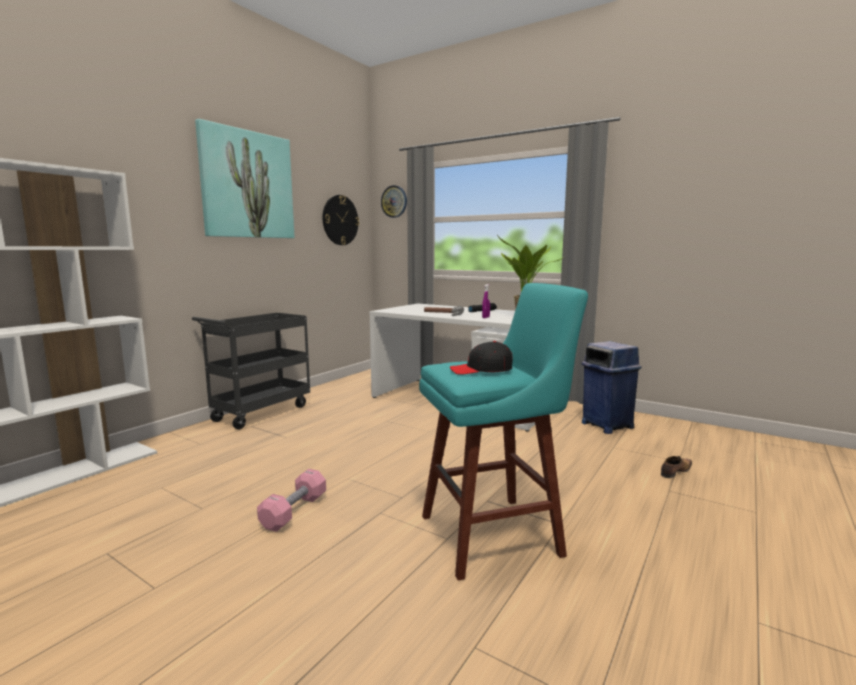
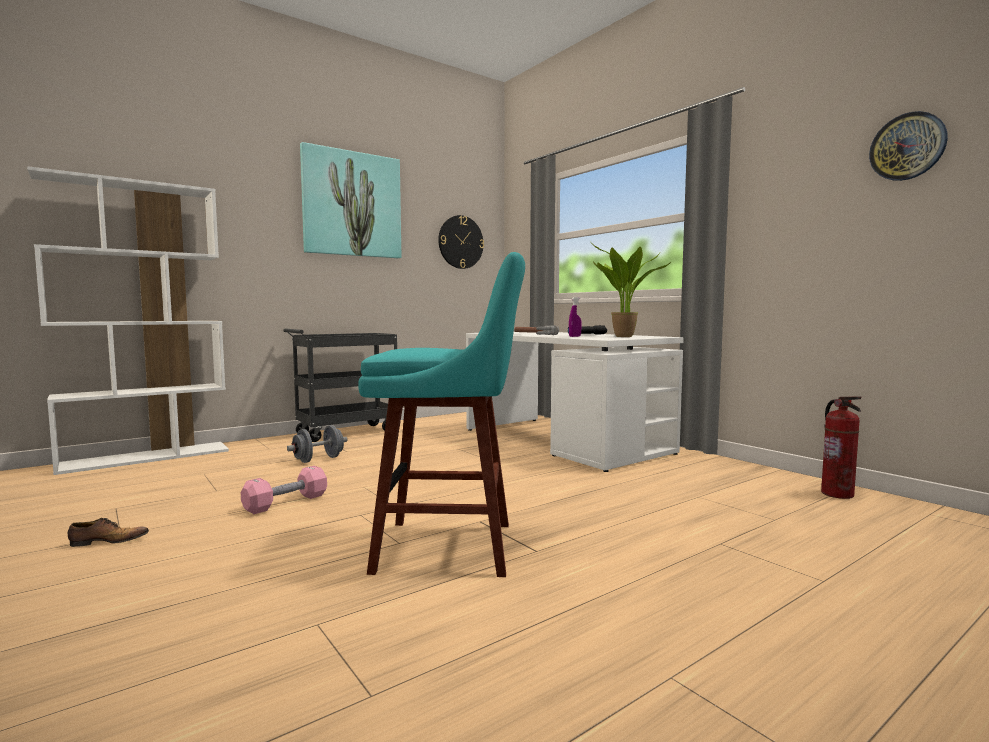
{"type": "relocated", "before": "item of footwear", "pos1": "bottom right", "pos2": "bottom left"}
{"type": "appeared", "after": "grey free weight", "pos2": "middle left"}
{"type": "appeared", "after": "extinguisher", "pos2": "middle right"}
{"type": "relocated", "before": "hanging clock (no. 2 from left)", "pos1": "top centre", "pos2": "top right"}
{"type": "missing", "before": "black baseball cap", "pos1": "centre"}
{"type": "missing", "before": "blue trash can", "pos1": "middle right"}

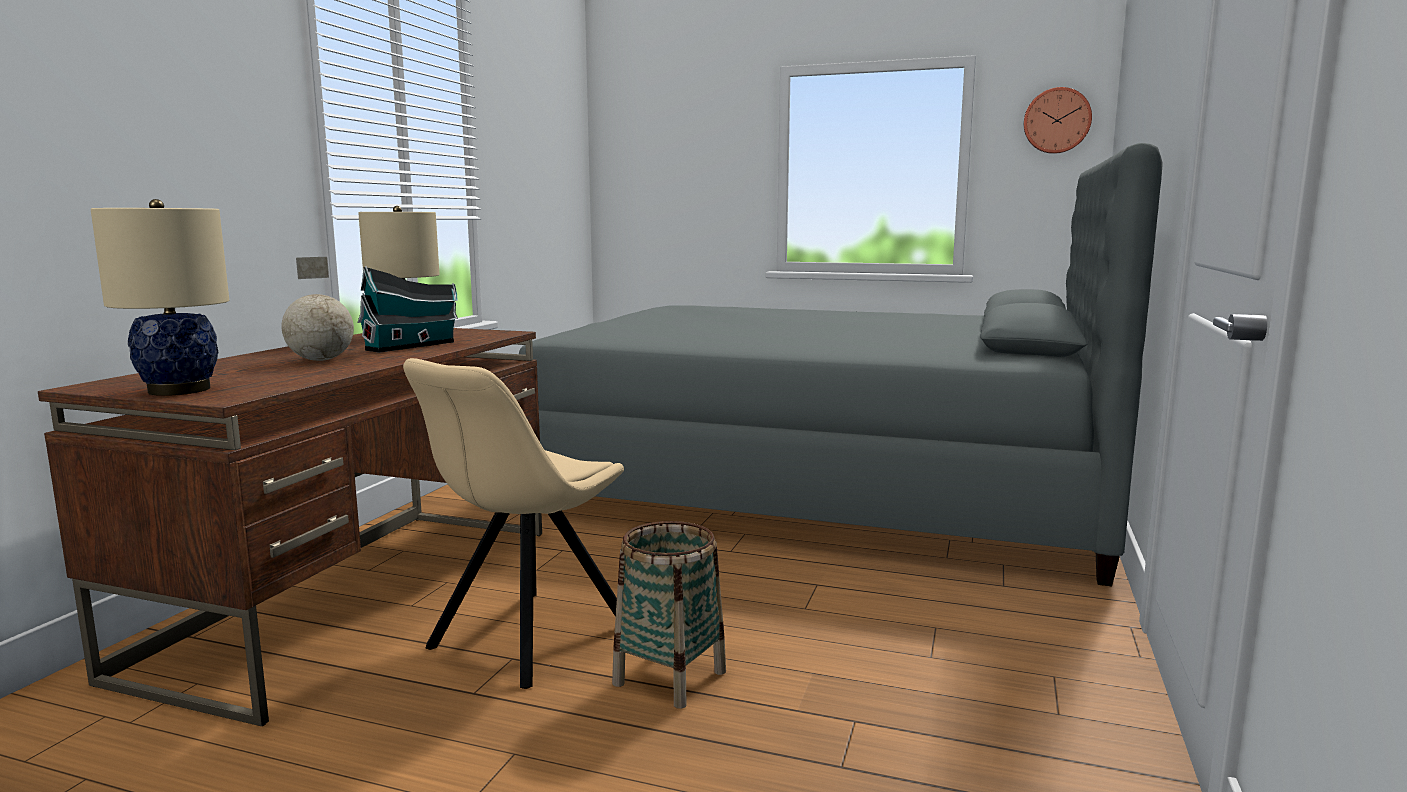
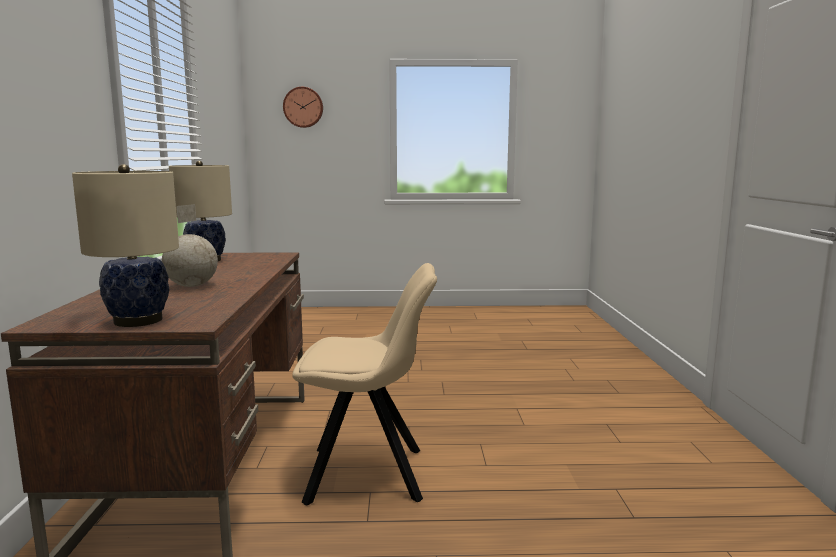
{"type": "relocated", "before": "hanging clock", "pos1": "top right", "pos2": "top centre"}
{"type": "spun", "before": "sand-coloured upright chair", "pos1": "centre", "pos2": "bottom centre", "turn": -105}
{"type": "missing", "before": "miniature house", "pos1": "middle left"}
{"type": "missing", "before": "grey sleeping bed", "pos1": "centre"}
{"type": "missing", "before": "basket", "pos1": "bottom centre"}

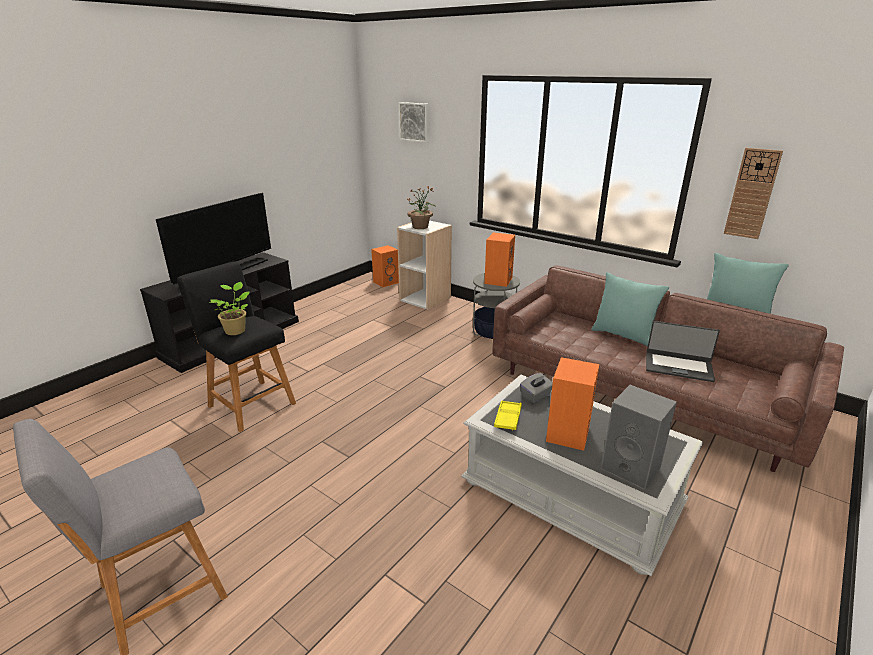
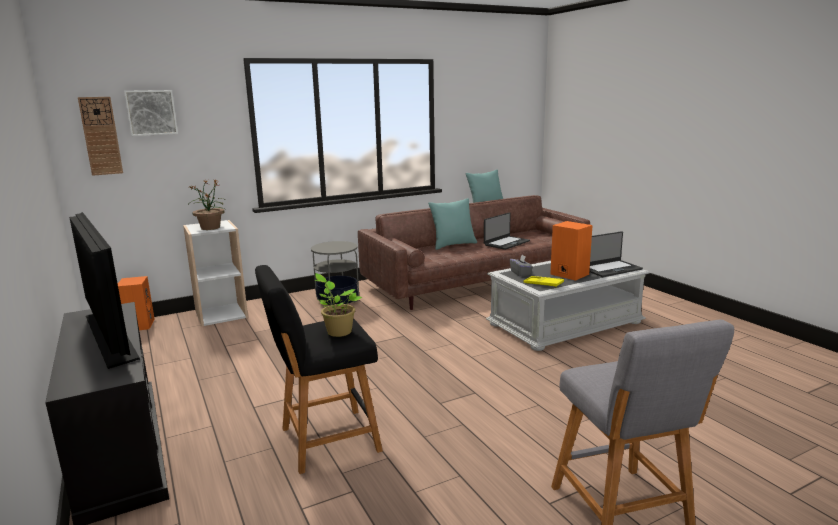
{"type": "relocated", "before": "hanging clock", "pos1": "top right", "pos2": "top left"}
{"type": "exchanged", "before": "grey loudspeaker", "after": "portable computer (no. 2 from left)", "pos1": "bottom right", "pos2": "middle right"}
{"type": "missing", "before": "orangey loudspeaker (no. 2 from left)", "pos1": "centre"}

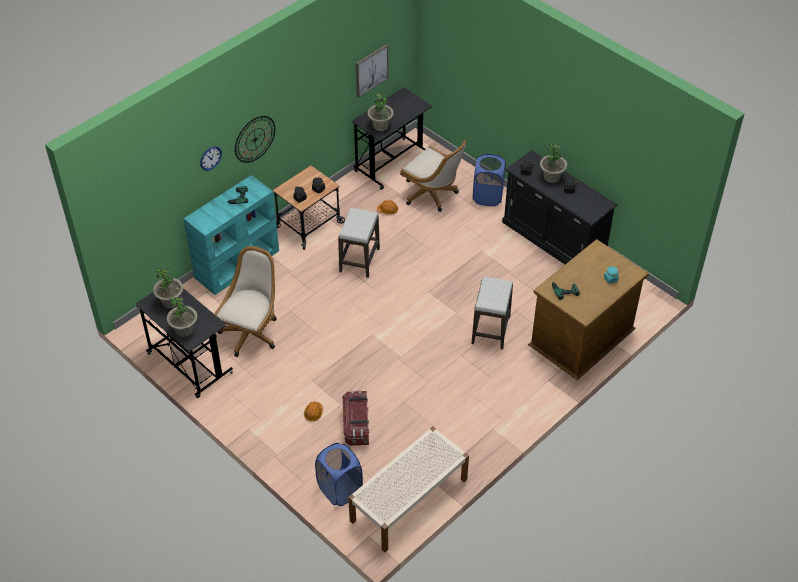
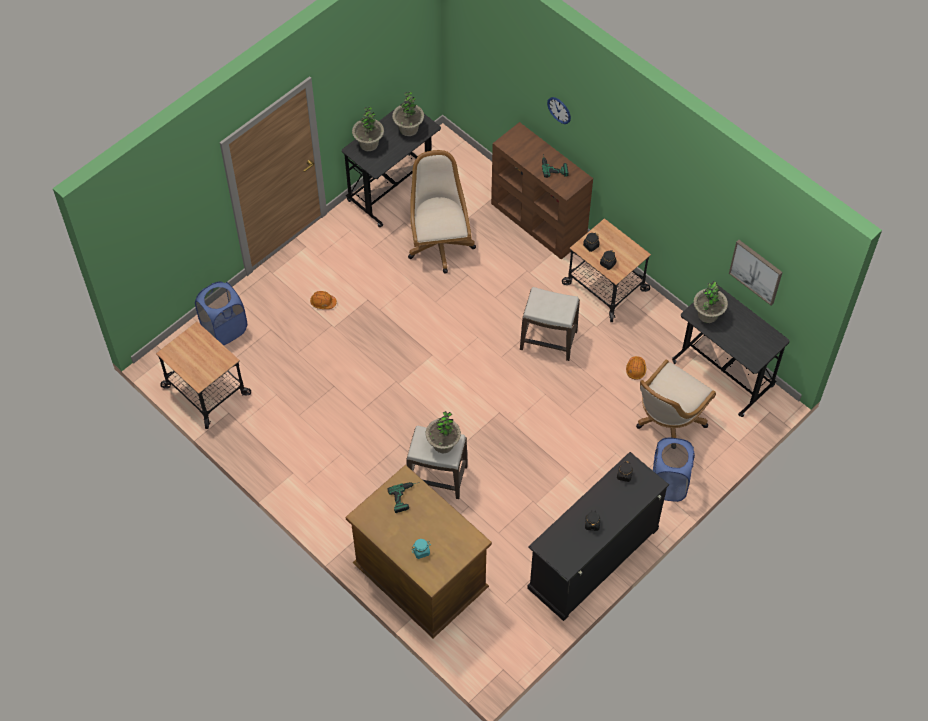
{"type": "exchanged", "before": "sand-coloured long seat", "after": "wheeled cart (no. 1 from left)", "pos1": "bottom centre", "pos2": "middle left"}
{"type": "spun", "before": "computer chair (no. 1 from left)", "pos1": "middle left", "pos2": "top centre", "turn": -120}
{"type": "relocated", "before": "houseplant (no. 4 from left in the first image)", "after": "houseplant (no. 3 from left)", "pos1": "top right", "pos2": "centre"}
{"type": "colour", "before": "turquoise-coloured bookcase", "after": "brownish bookcase", "pos1": "middle left", "pos2": "top centre"}
{"type": "missing", "before": "hanging clock (no. 2 from left)", "pos1": "top left"}
{"type": "missing", "before": "storage box", "pos1": "bottom centre"}

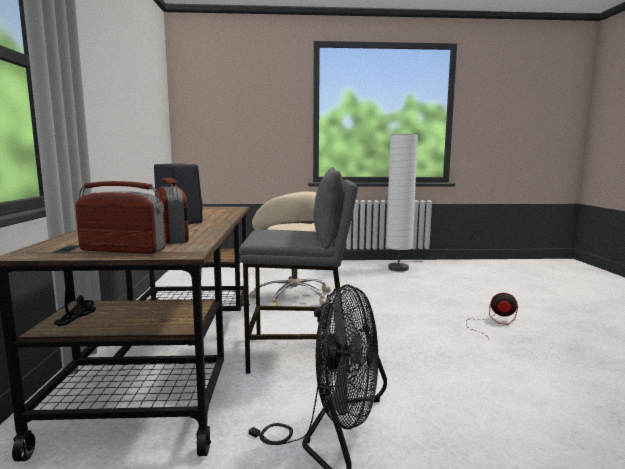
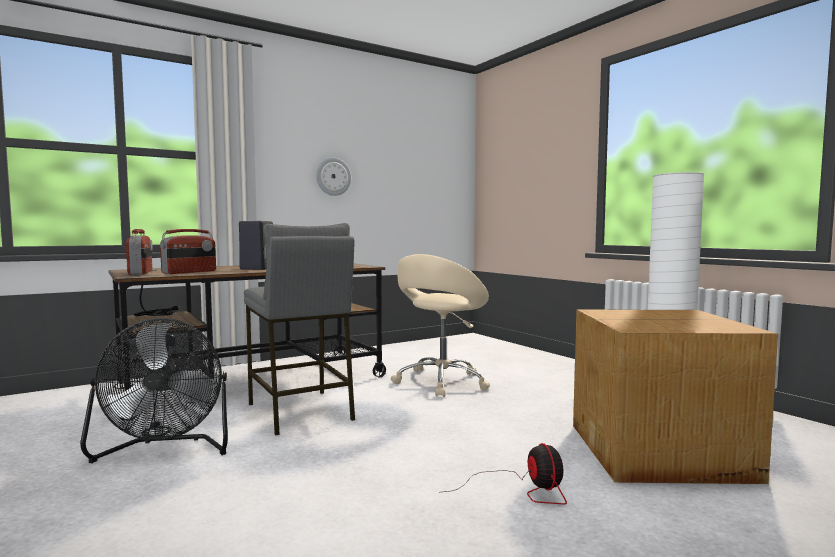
{"type": "appeared", "after": "hanging clock", "pos2": "top centre"}
{"type": "appeared", "after": "packing box", "pos2": "bottom right"}

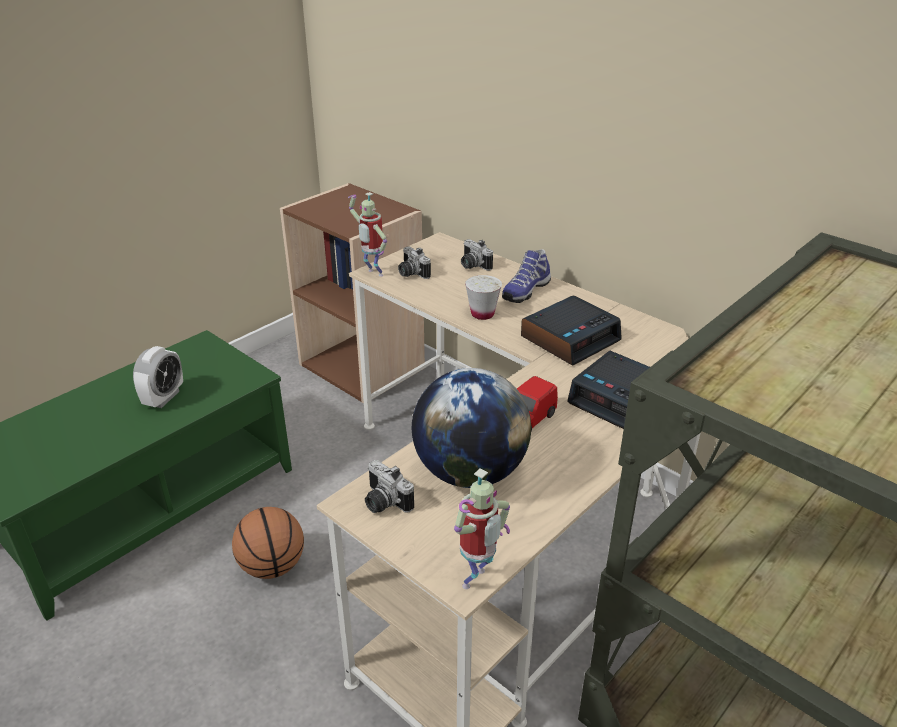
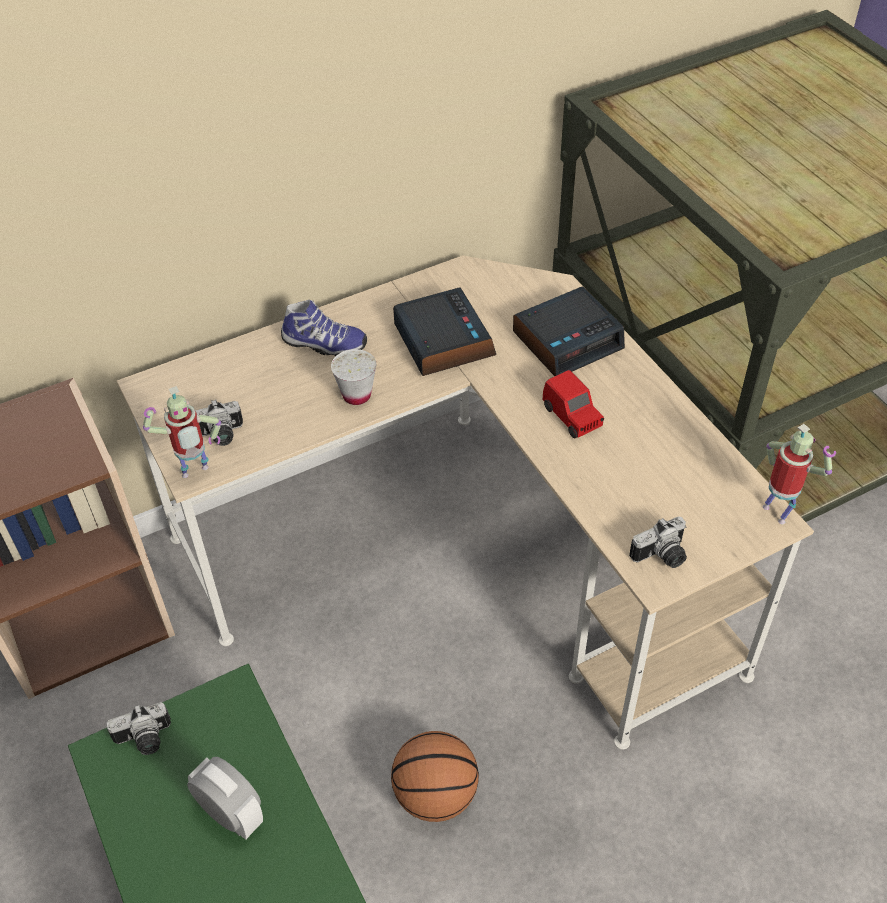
{"type": "relocated", "before": "photo camera (no. 3 from left in the first image)", "after": "photo camera (no. 1 from left)", "pos1": "centre", "pos2": "bottom left"}
{"type": "spun", "before": "item of footwear", "pos1": "centre", "pos2": "centre", "turn": -45}
{"type": "missing", "before": "globe", "pos1": "centre"}

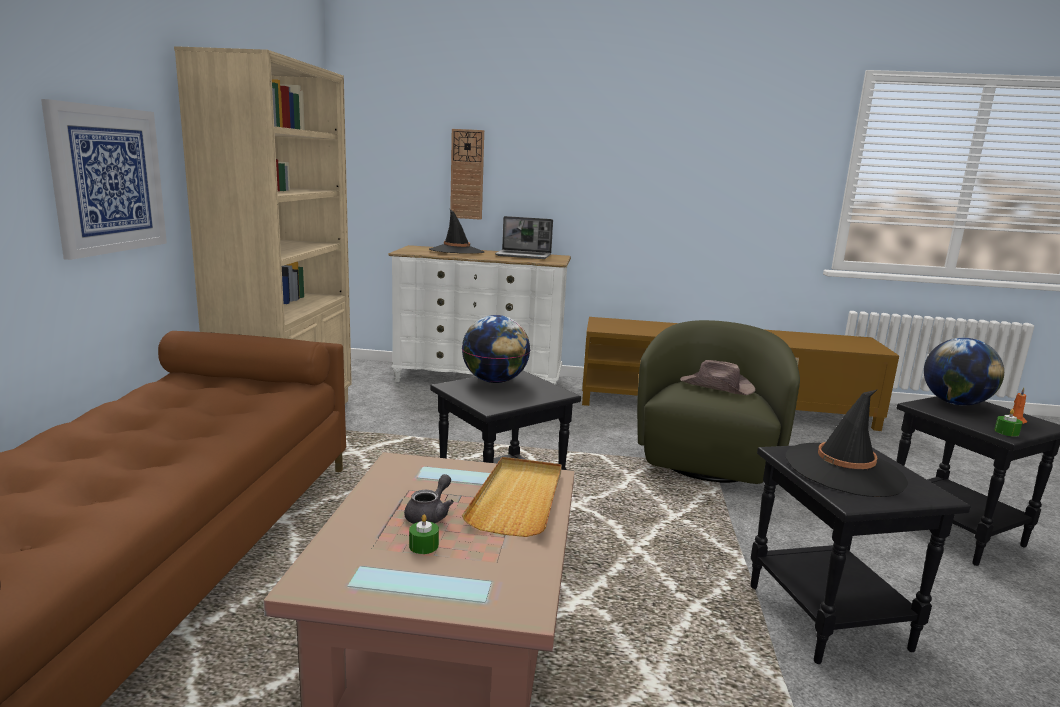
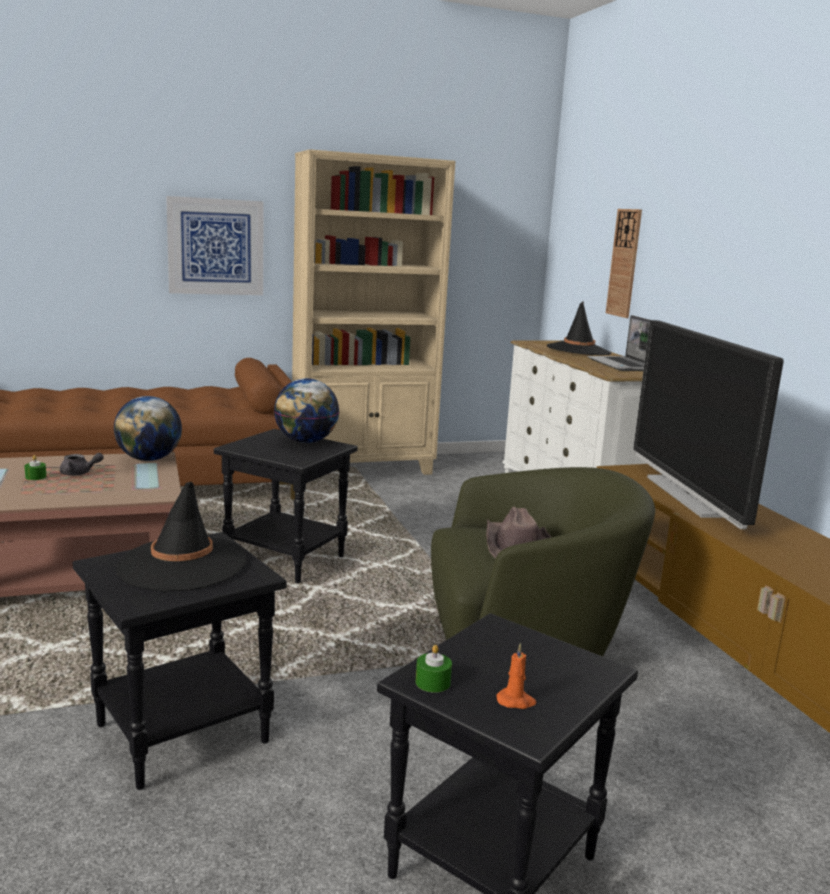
{"type": "relocated", "before": "globe (no. 2 from left in the first image)", "after": "globe (no. 1 from left)", "pos1": "middle right", "pos2": "middle left"}
{"type": "appeared", "after": "TV set", "pos2": "middle right"}
{"type": "missing", "before": "sand-coloured tray", "pos1": "bottom centre"}

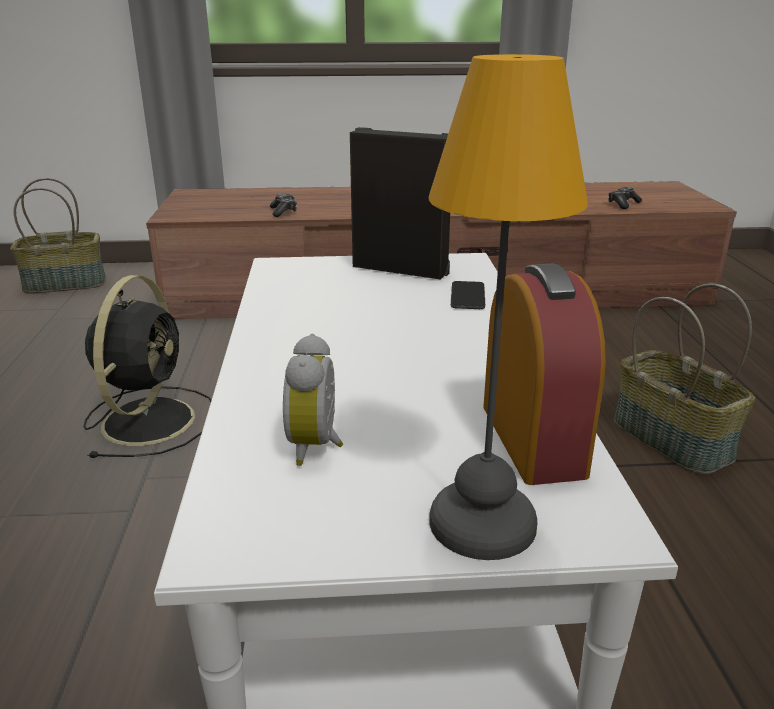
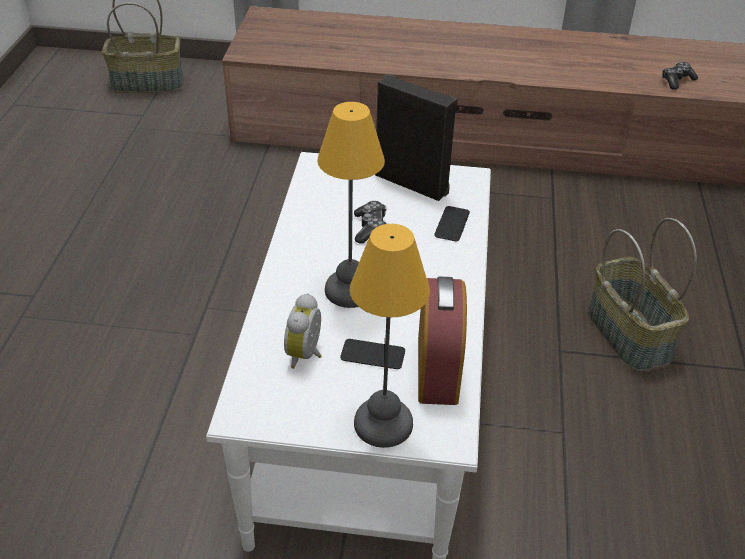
{"type": "appeared", "after": "table lamp (no. 1 from left)", "pos2": "centre"}
{"type": "appeared", "after": "telephone (no. 1 from left)", "pos2": "centre"}
{"type": "relocated", "before": "joypad (no. 1 from left)", "pos1": "top centre", "pos2": "centre"}
{"type": "missing", "before": "black fan", "pos1": "middle left"}

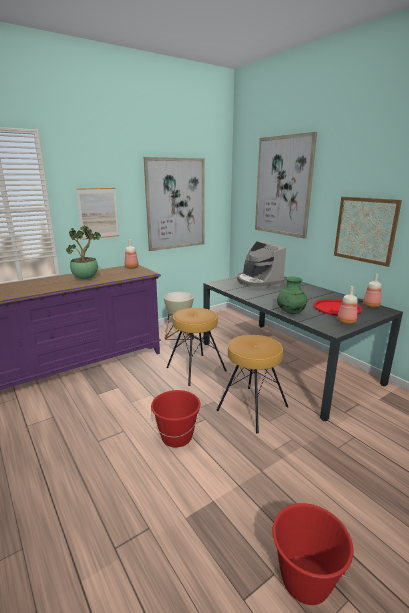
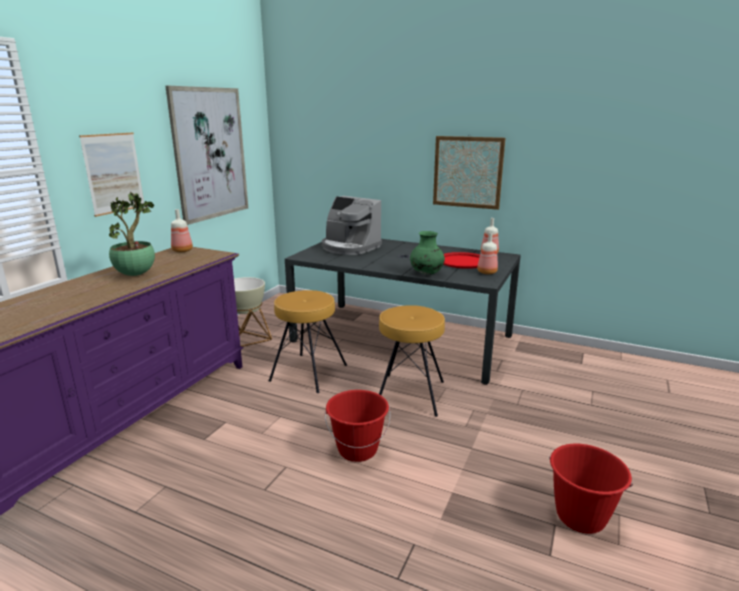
{"type": "missing", "before": "wall picture (no. 3 from left)", "pos1": "top right"}

